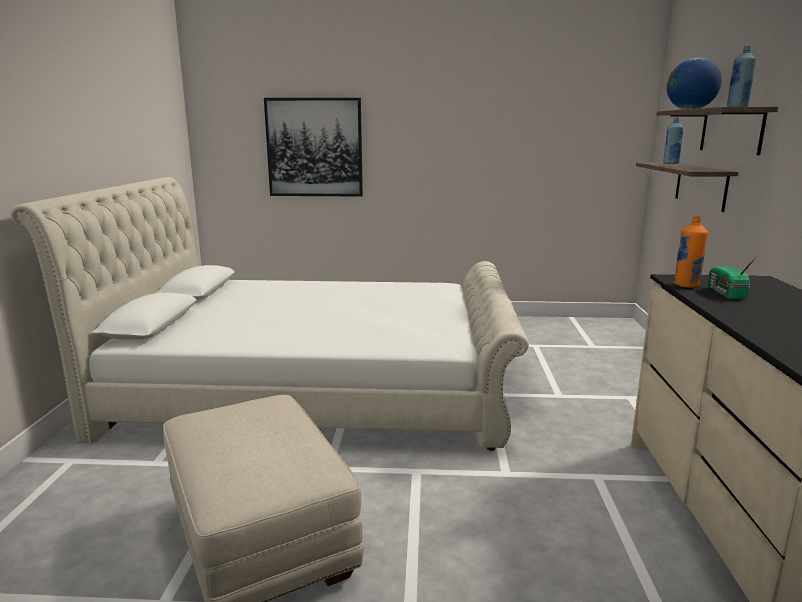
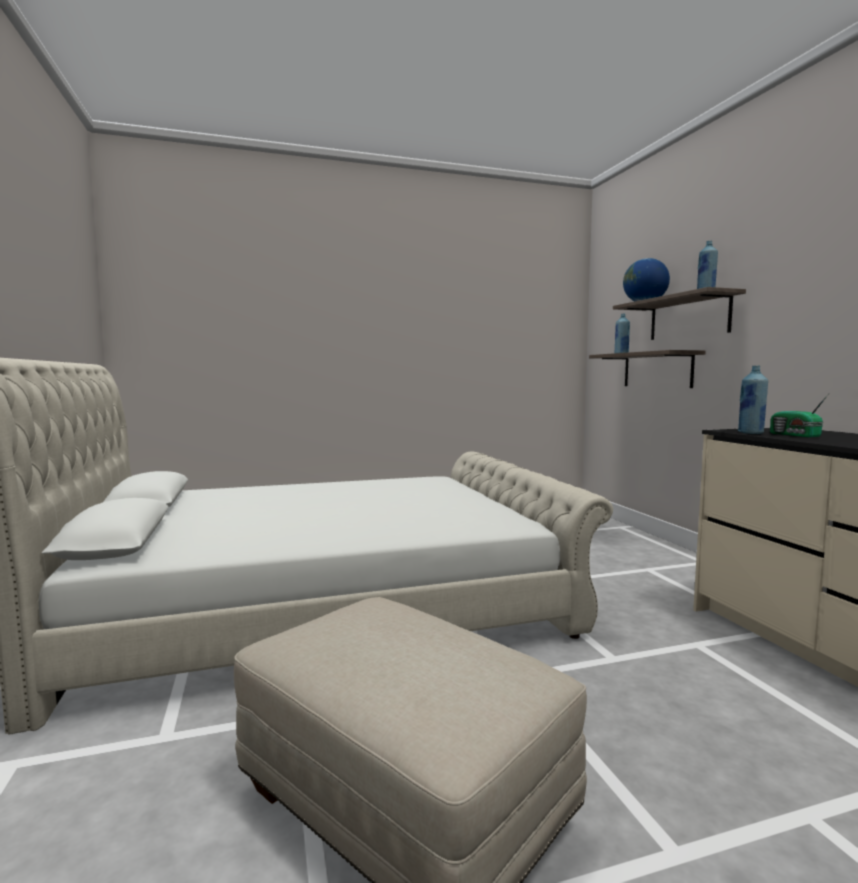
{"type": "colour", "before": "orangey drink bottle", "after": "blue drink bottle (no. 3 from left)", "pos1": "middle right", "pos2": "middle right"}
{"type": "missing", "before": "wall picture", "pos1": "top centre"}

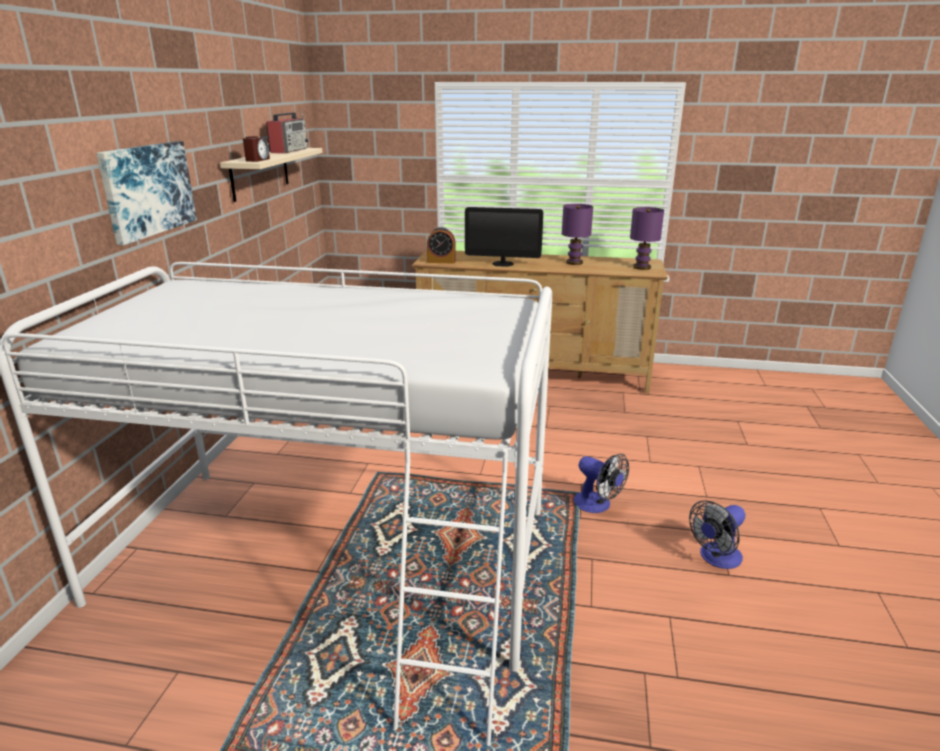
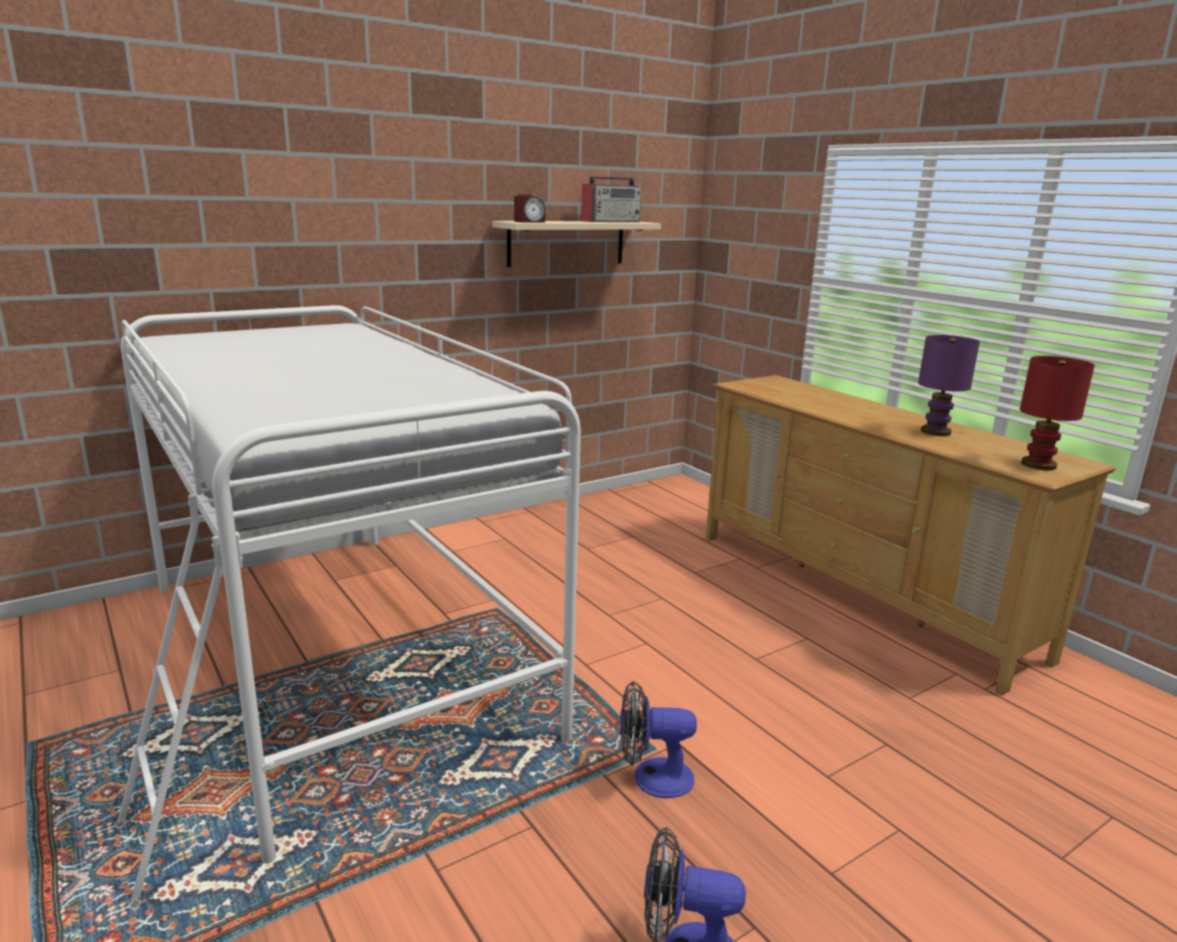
{"type": "spun", "before": "fan (no. 1 from left)", "pos1": "centre", "pos2": "bottom centre", "turn": 90}
{"type": "colour", "before": "purple table lamp (no. 2 from left)", "after": "red-coloured table lamp", "pos1": "top right", "pos2": "middle right"}
{"type": "missing", "before": "wall picture", "pos1": "top left"}
{"type": "missing", "before": "bedside clock (no. 2 from left)", "pos1": "top centre"}
{"type": "missing", "before": "computer display", "pos1": "top centre"}

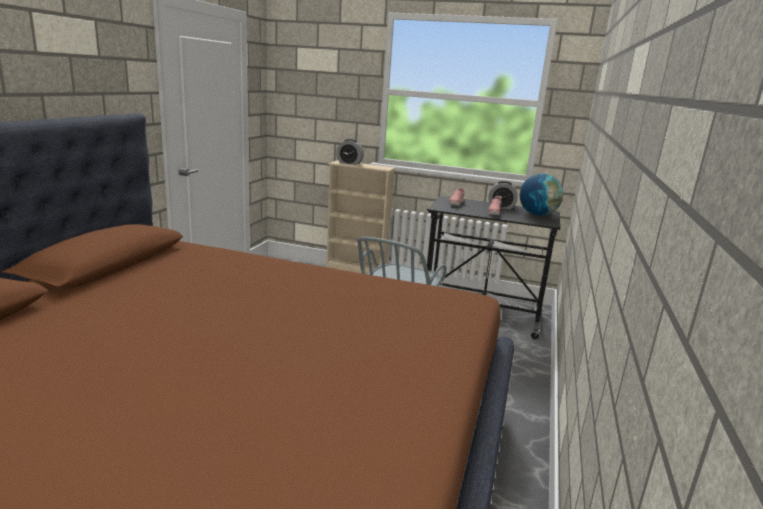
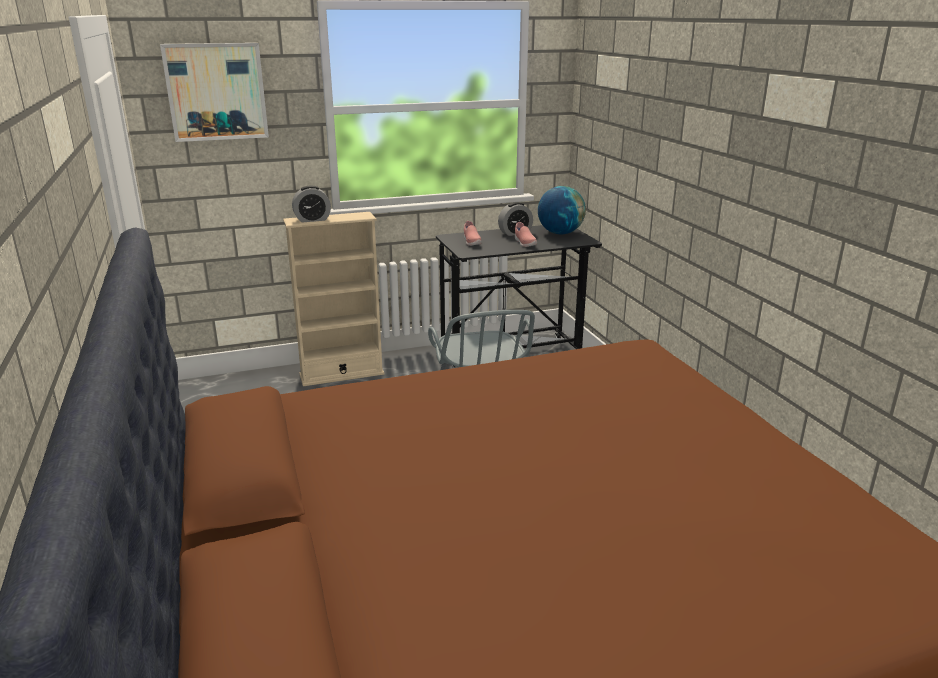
{"type": "appeared", "after": "wall picture", "pos2": "top left"}

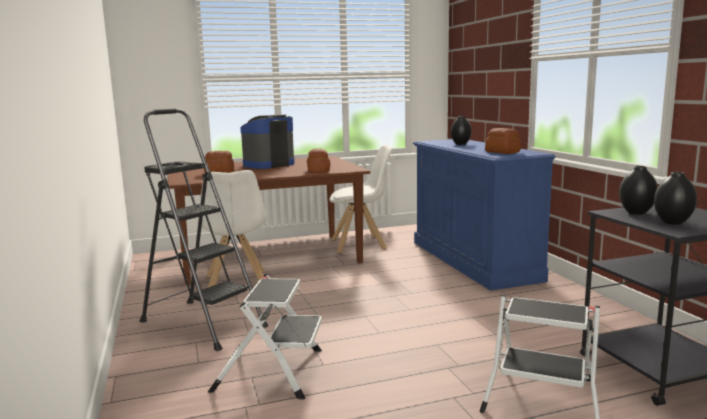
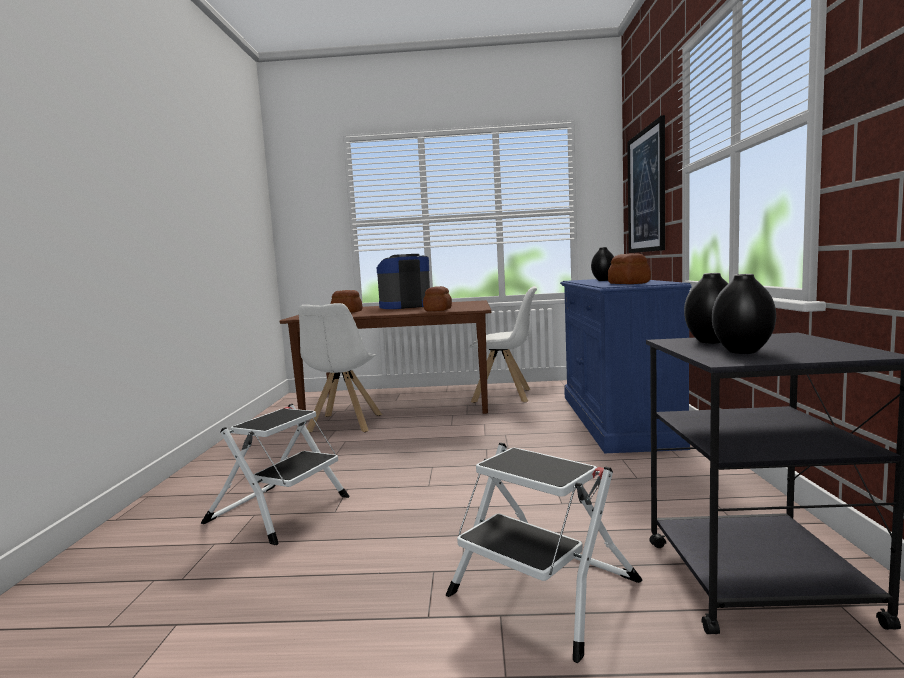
{"type": "appeared", "after": "wall picture", "pos2": "top right"}
{"type": "missing", "before": "step stool (no. 1 from left)", "pos1": "middle left"}

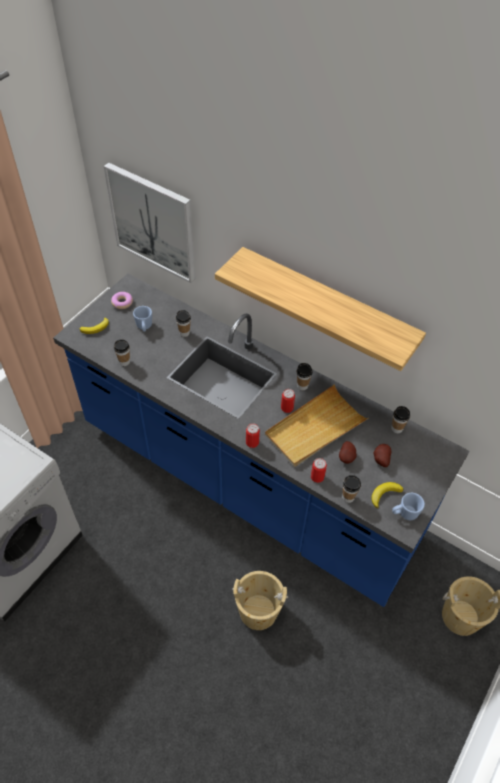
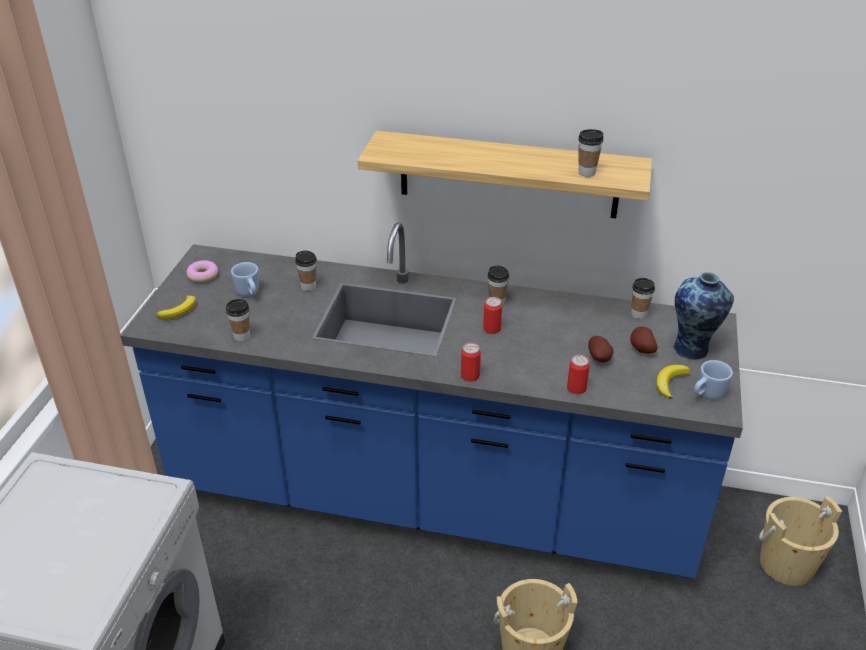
{"type": "relocated", "before": "drinking cup (no. 4 from left)", "pos1": "middle right", "pos2": "top right"}
{"type": "appeared", "after": "decorative vase", "pos2": "middle right"}
{"type": "missing", "before": "wall picture", "pos1": "top left"}
{"type": "missing", "before": "sand-coloured tray", "pos1": "centre"}

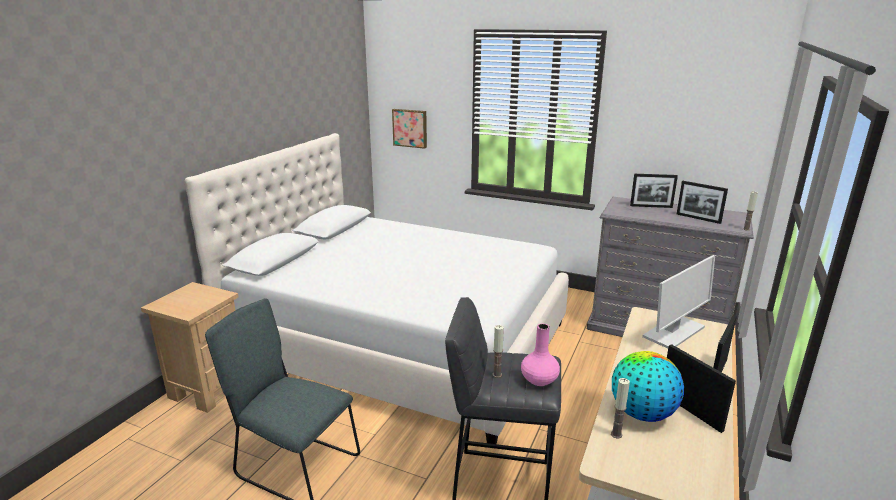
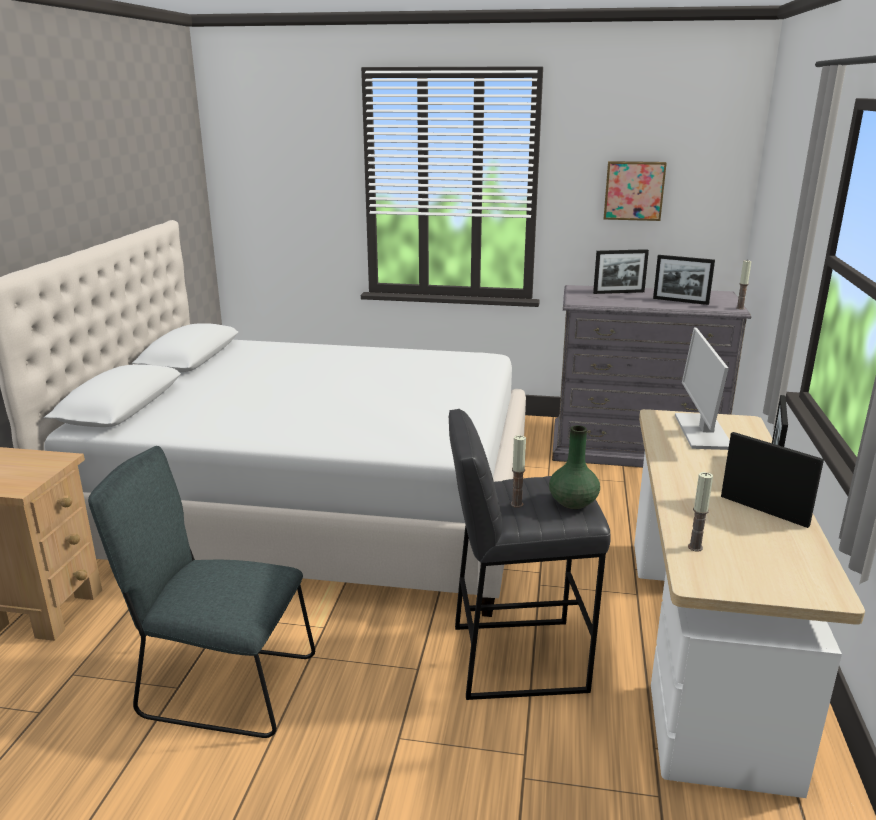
{"type": "colour", "before": "pink-coloured decorative vase", "after": "greenish decorative vase", "pos1": "bottom centre", "pos2": "centre"}
{"type": "relocated", "before": "wall picture", "pos1": "top centre", "pos2": "top right"}
{"type": "spun", "before": "computer display", "pos1": "middle right", "pos2": "middle right", "turn": 150}
{"type": "missing", "before": "globe", "pos1": "bottom right"}

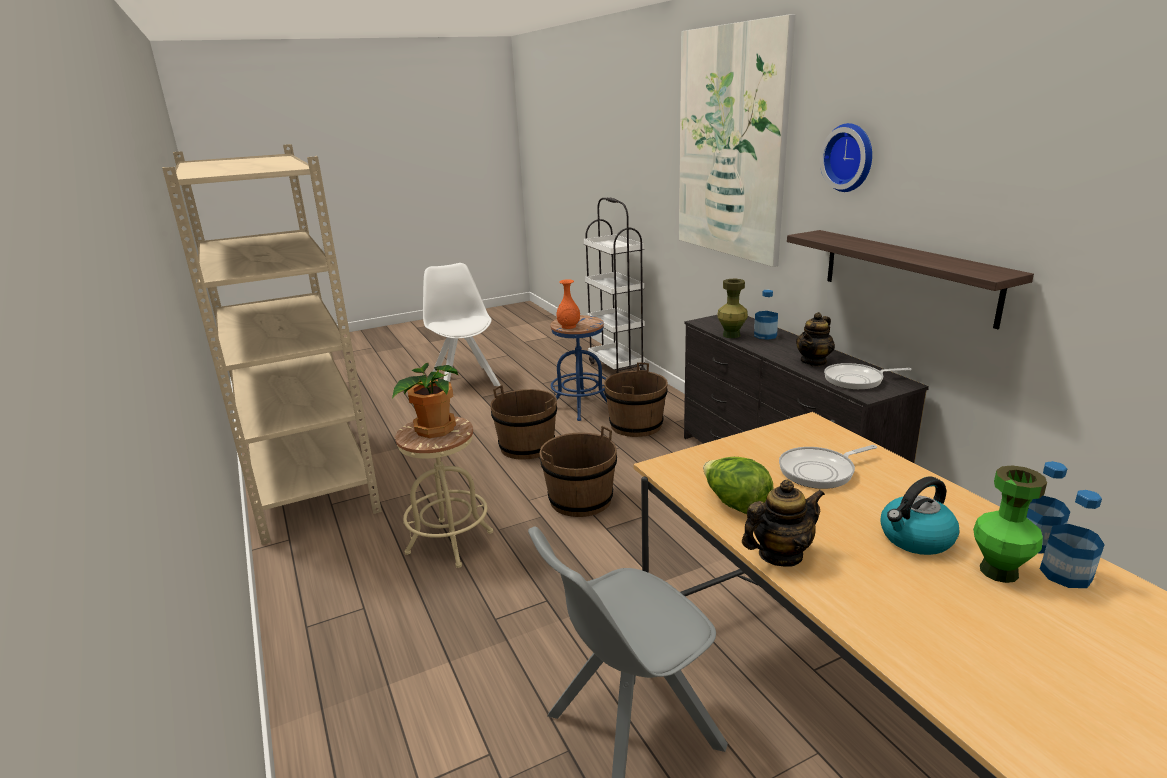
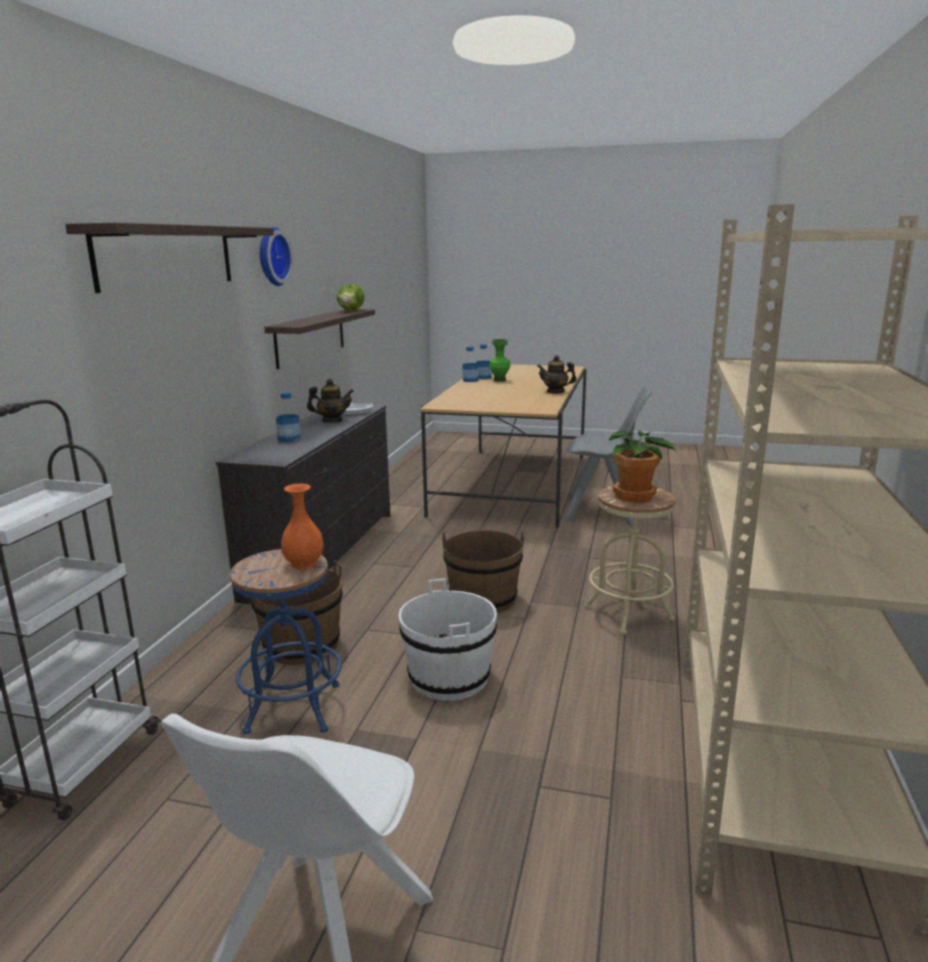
{"type": "exchanged", "before": "wall picture", "after": "bracket shelf (no. 1 from left)", "pos1": "top centre", "pos2": "top left"}
{"type": "relocated", "before": "head of lettuce", "pos1": "centre", "pos2": "top centre"}
{"type": "colour", "before": "brownish bucket (no. 1 from left)", "after": "white-coloured bucket", "pos1": "centre", "pos2": "centre"}
{"type": "missing", "before": "greenish decorative vase (no. 1 from left)", "pos1": "centre"}
{"type": "missing", "before": "skillet (no. 1 from left)", "pos1": "middle right"}
{"type": "missing", "before": "kettle", "pos1": "middle right"}

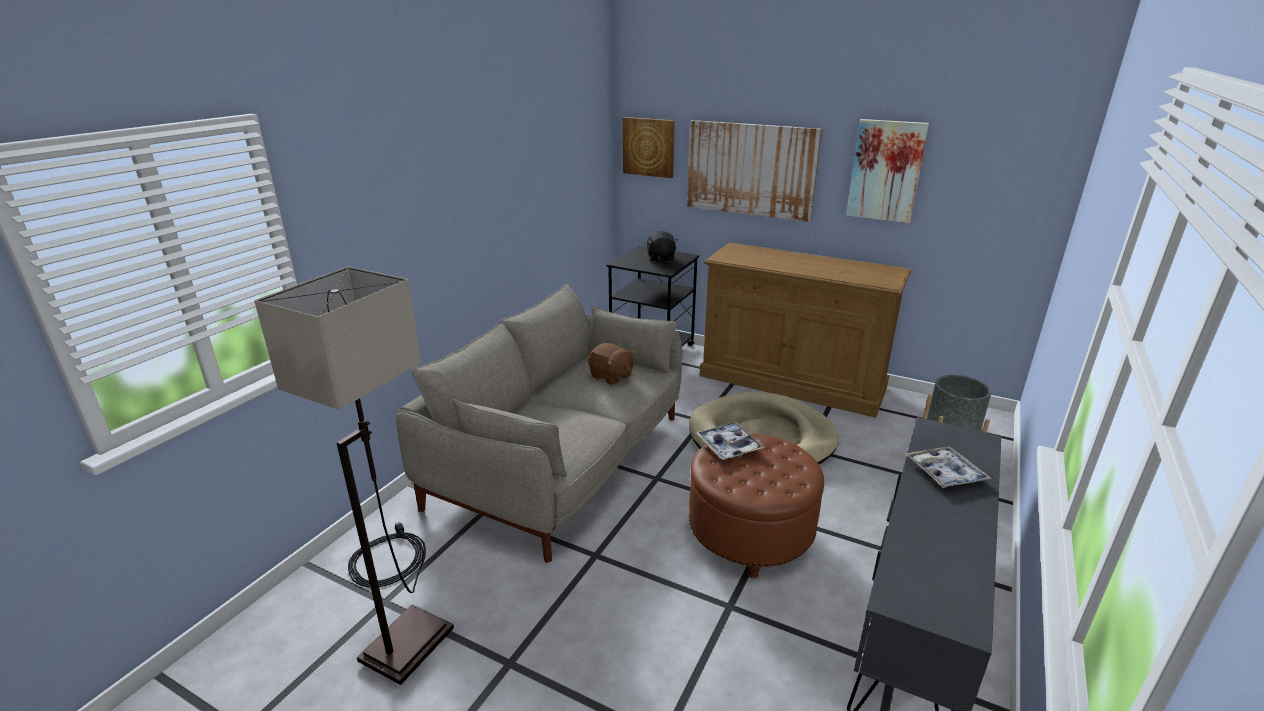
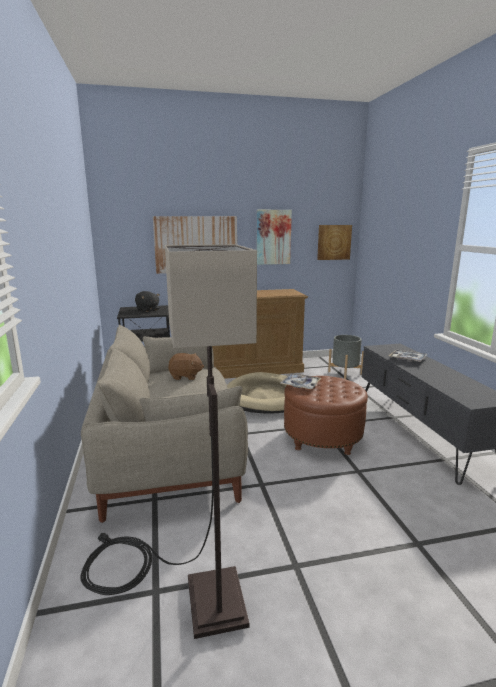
{"type": "relocated", "before": "wall picture (no. 1 from left in the first image)", "after": "wall picture (no. 3 from left)", "pos1": "top centre", "pos2": "middle right"}

